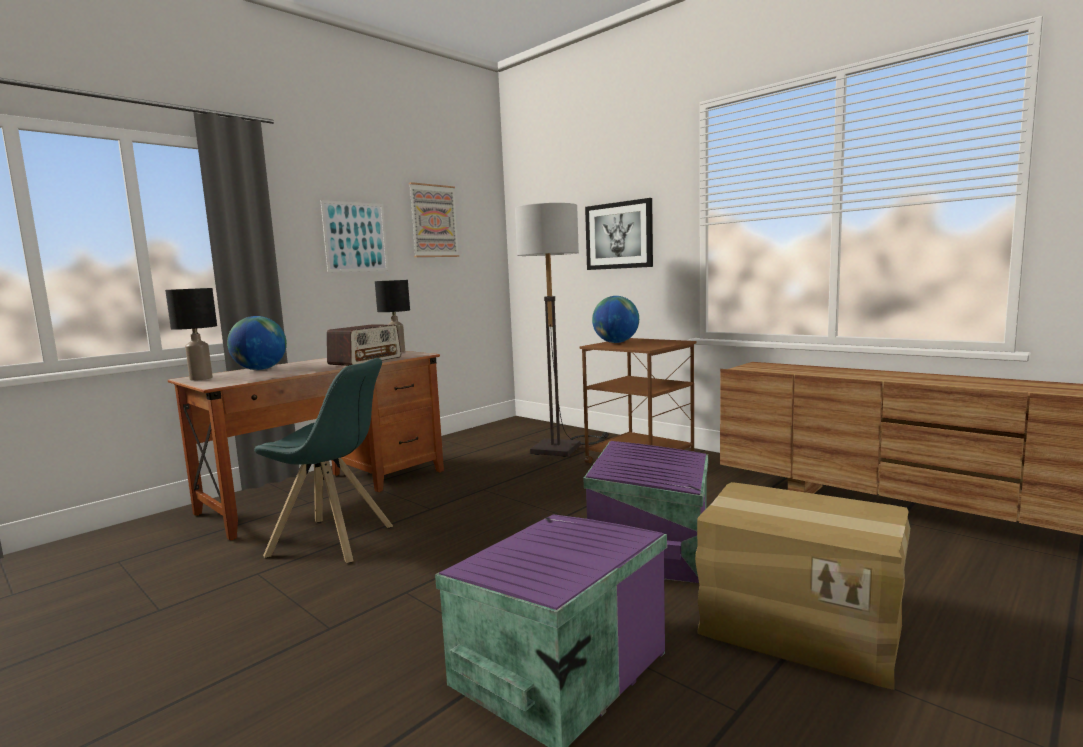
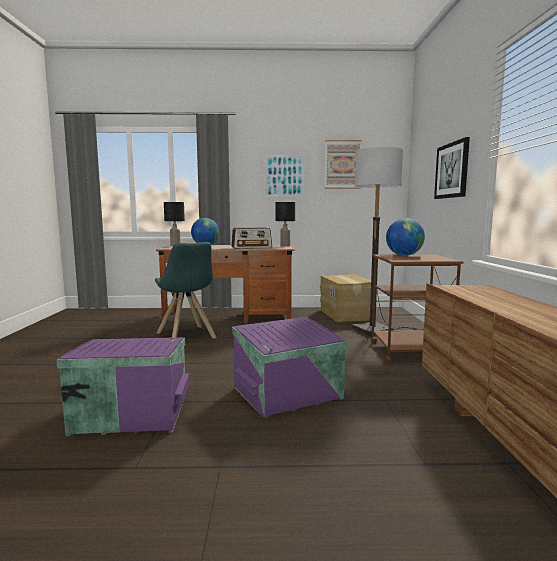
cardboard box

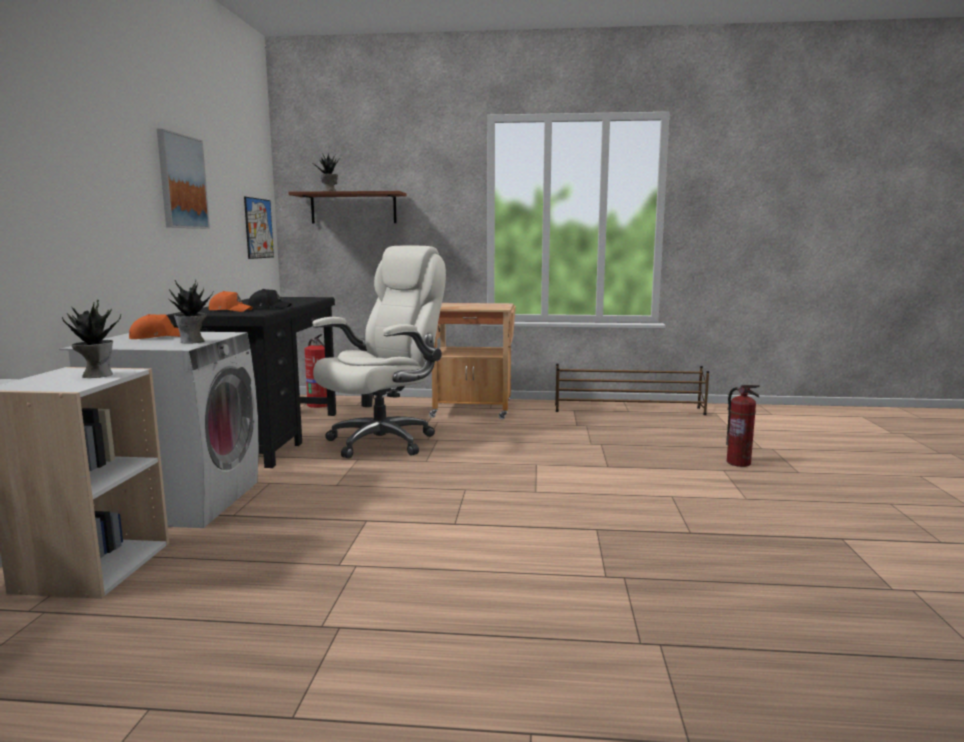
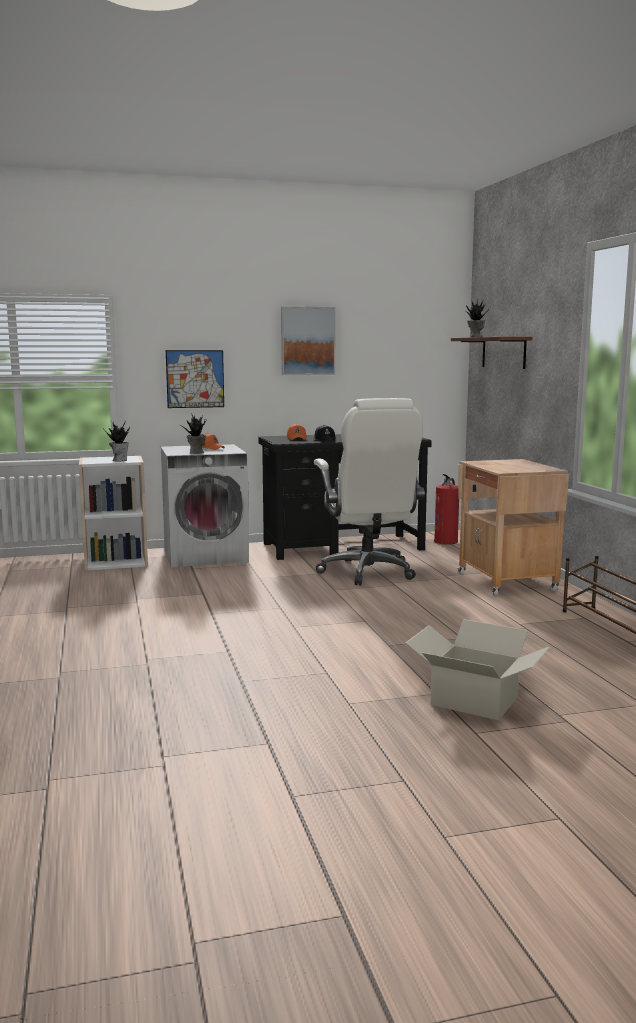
wall art (no. 1 from left)
desk chair/white
cardboard box

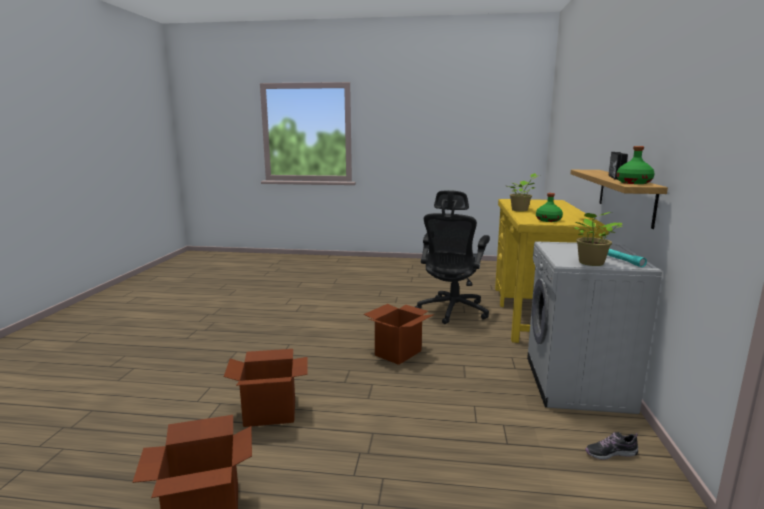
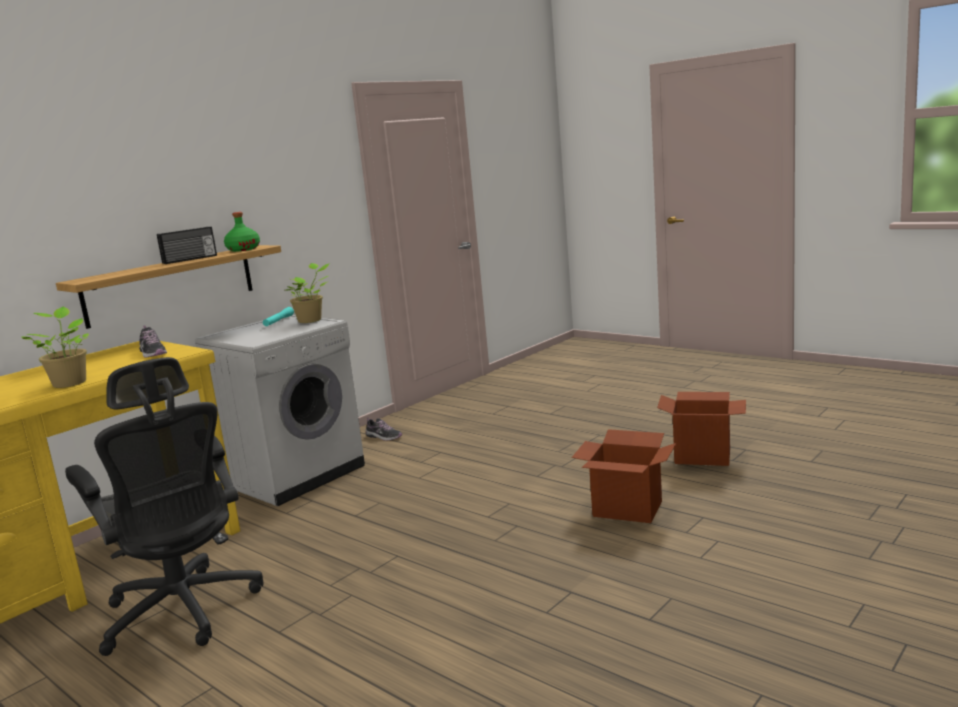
desk chair
item of footwear (no. 1 from left)
cardboard box (no. 3 from left in the first image)

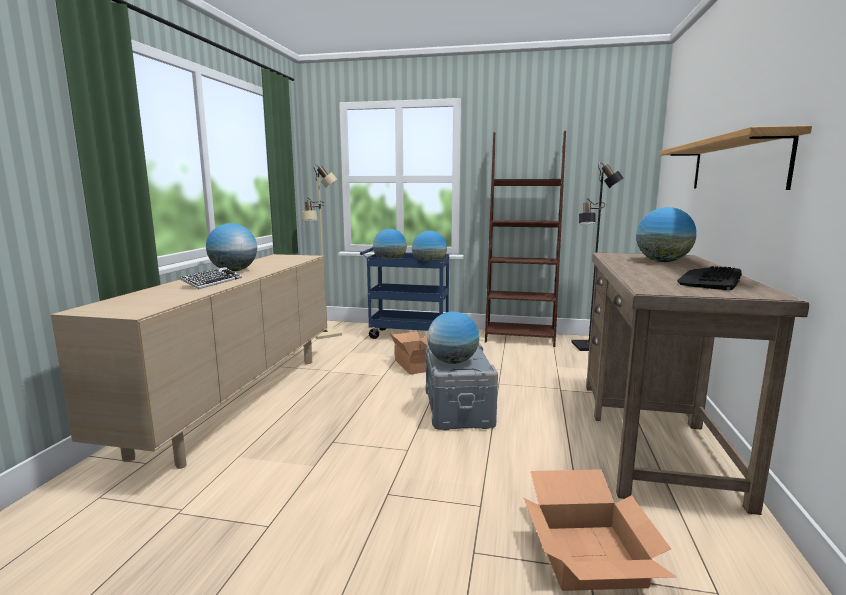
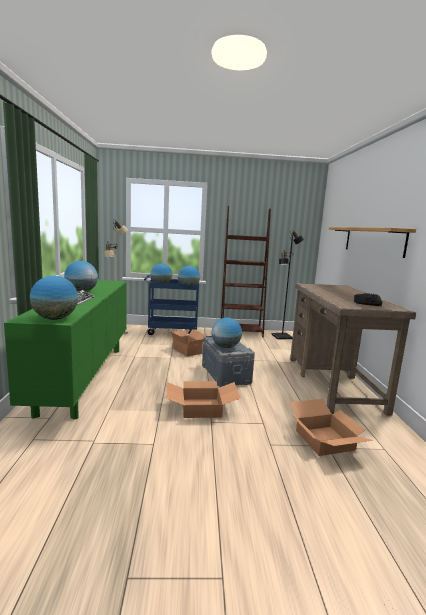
globe (no. 1 from left)
cupboard/green-coloured
cardboard box (no. 2 from left)

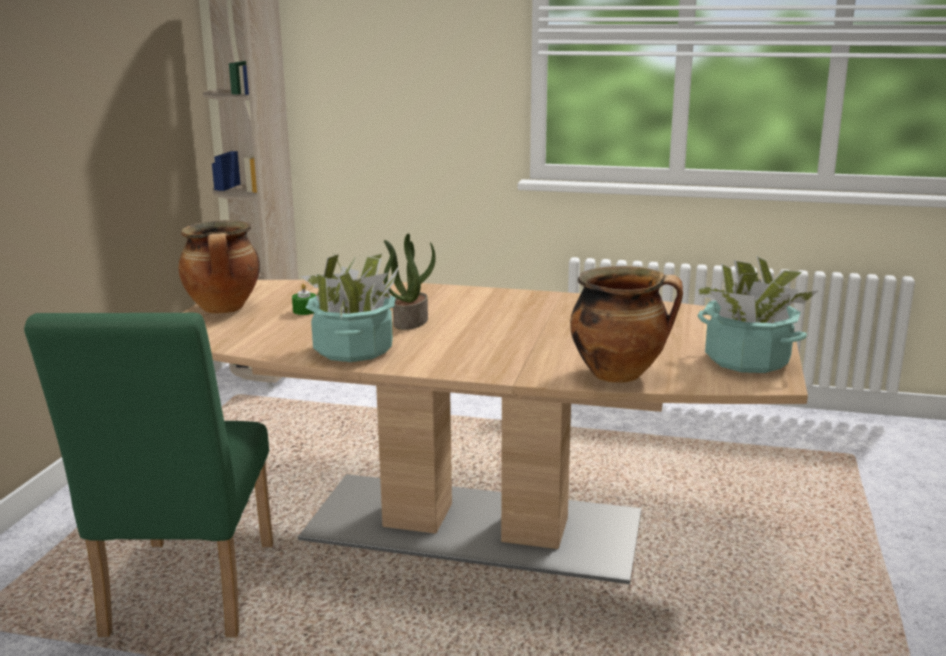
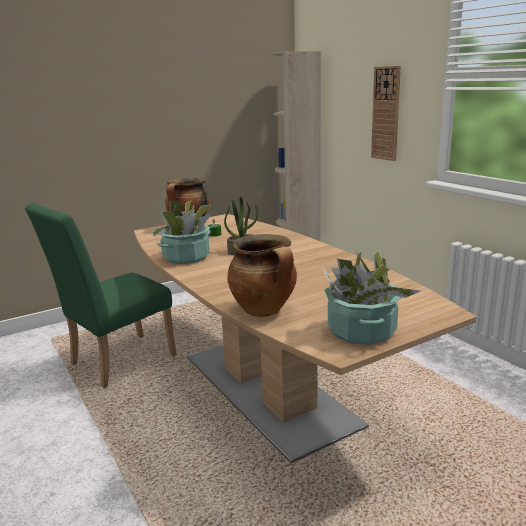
hanging clock

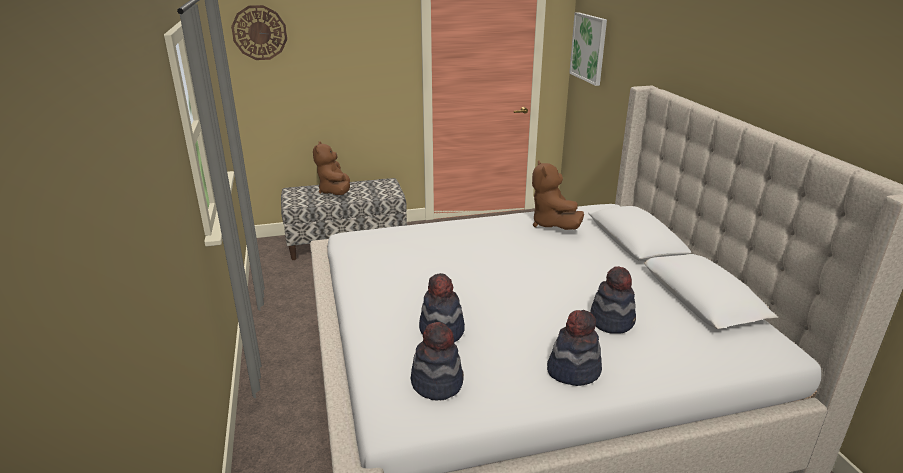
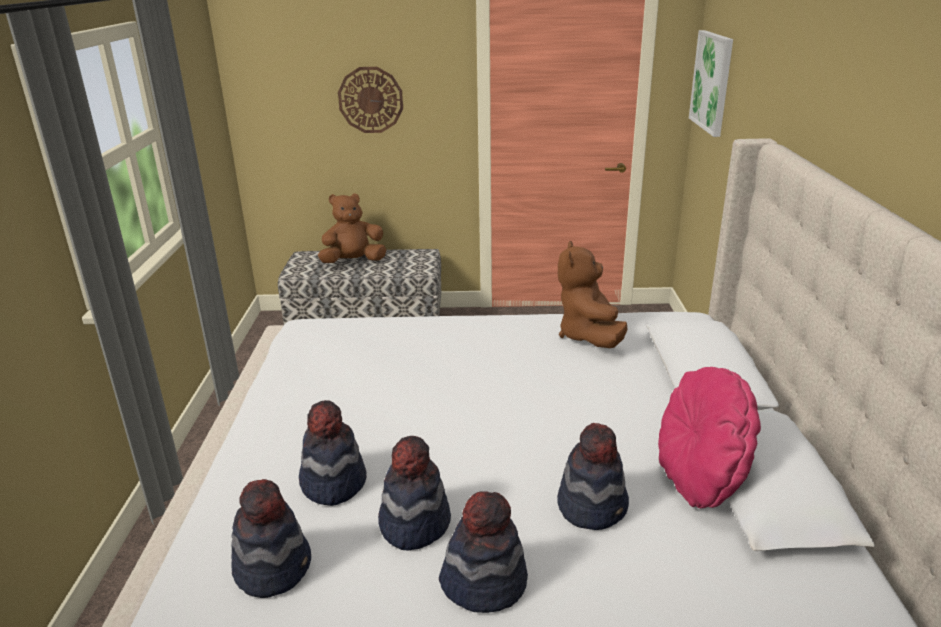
hanging clock
cuddly toy/brownish (no. 1 from left)
pillow/pink
hat (no. 3 from left)

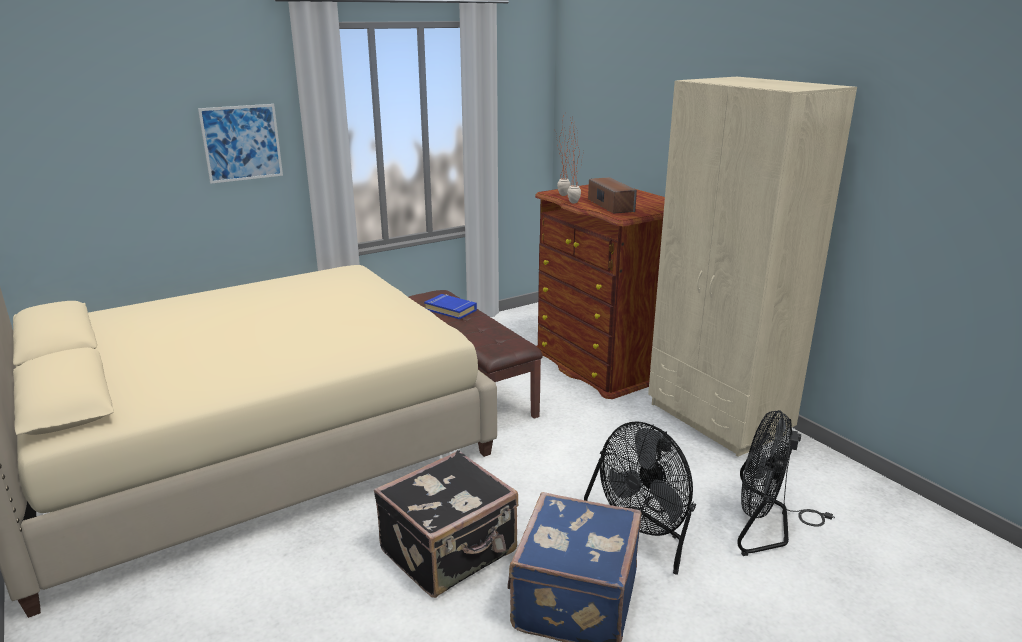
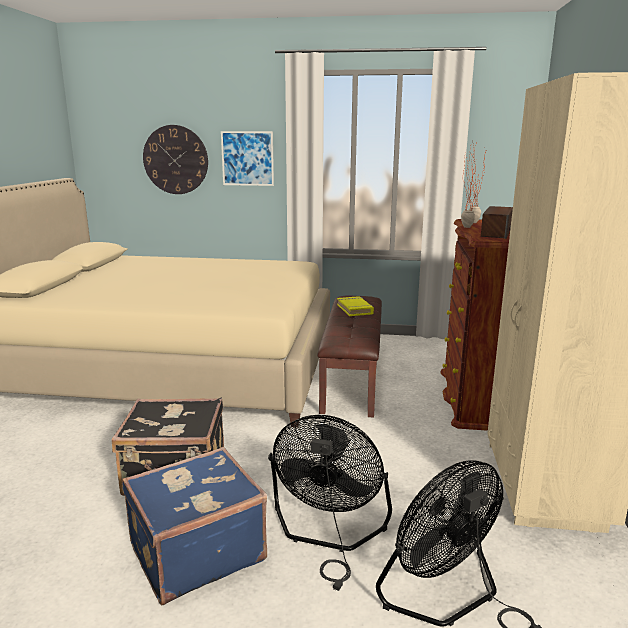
volume/yellow-coloured
cooling fan/black-coloured (no. 1 from left)
hanging clock

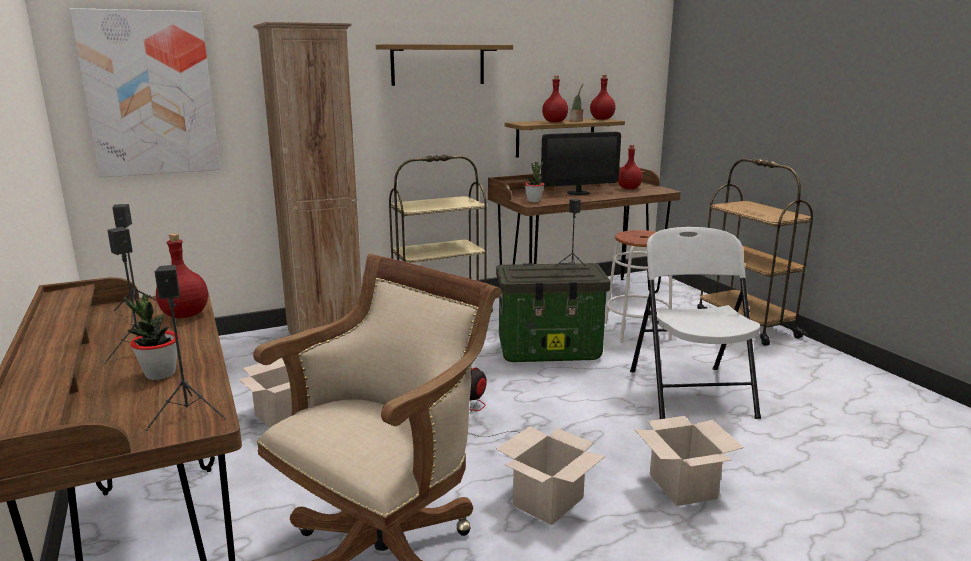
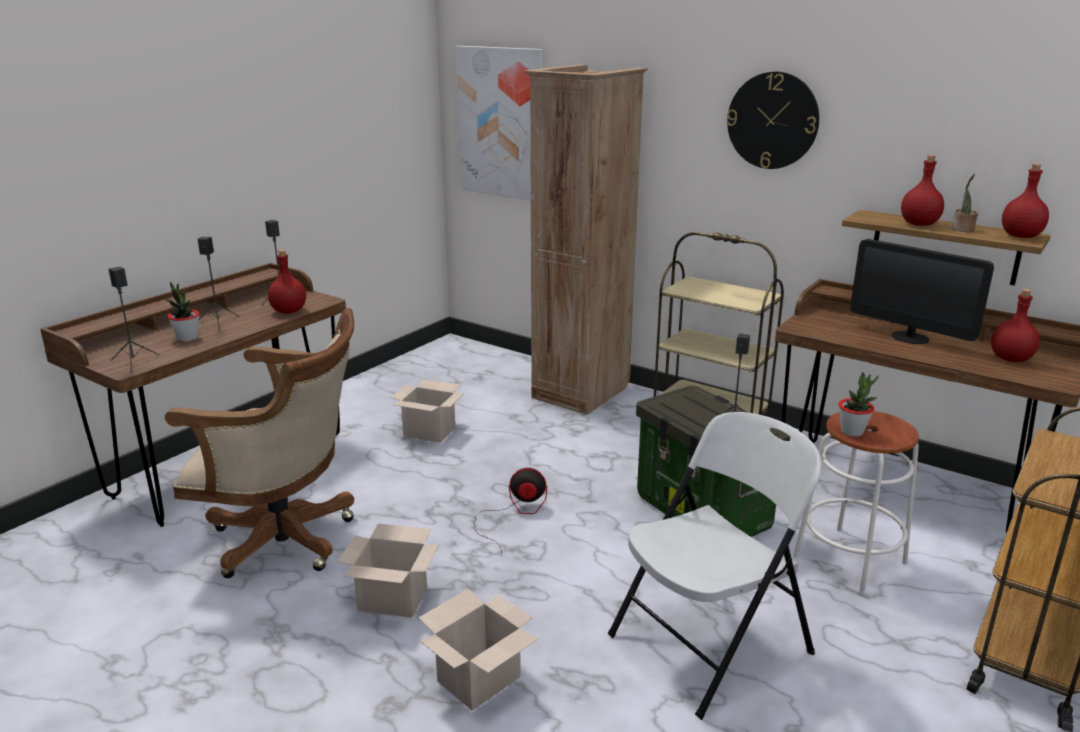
hanging clock
plant in a pot (no. 2 from left)

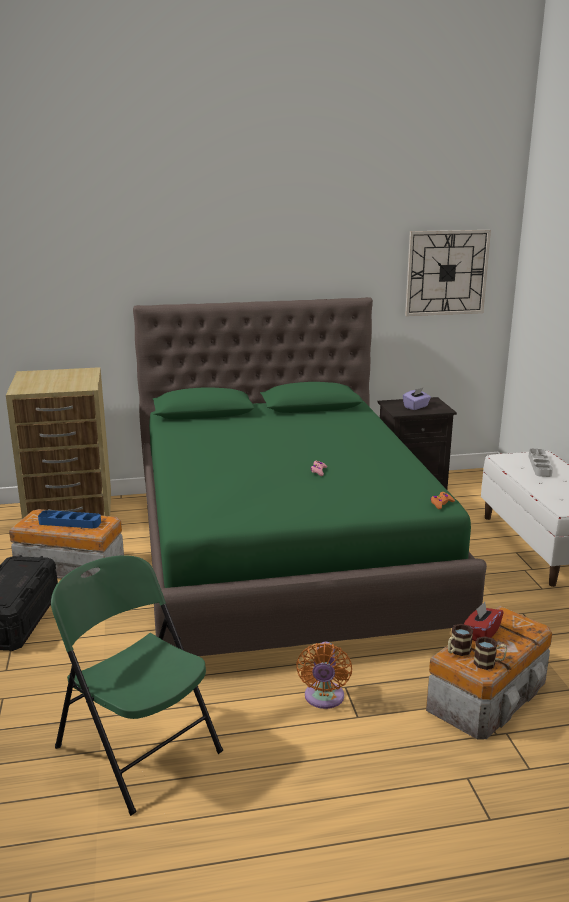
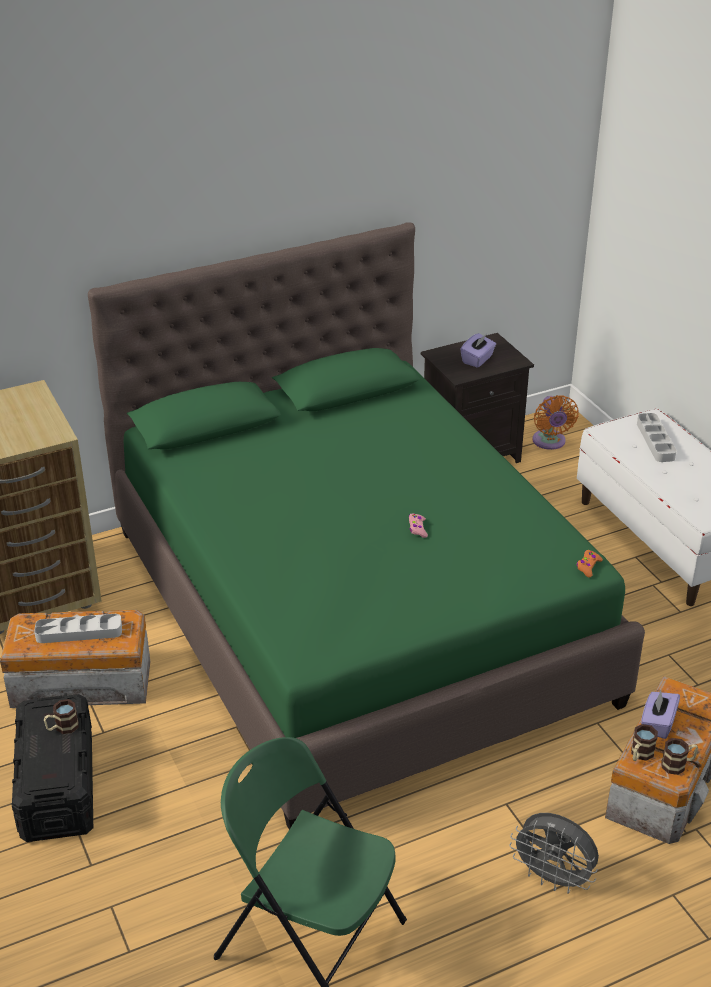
hanging clock
carrying tray/grey (no. 1 from left)
tissue holder/purple (no. 2 from left)
cooling fan/orangey
mug (no. 1 from left)
cooling fan/grey

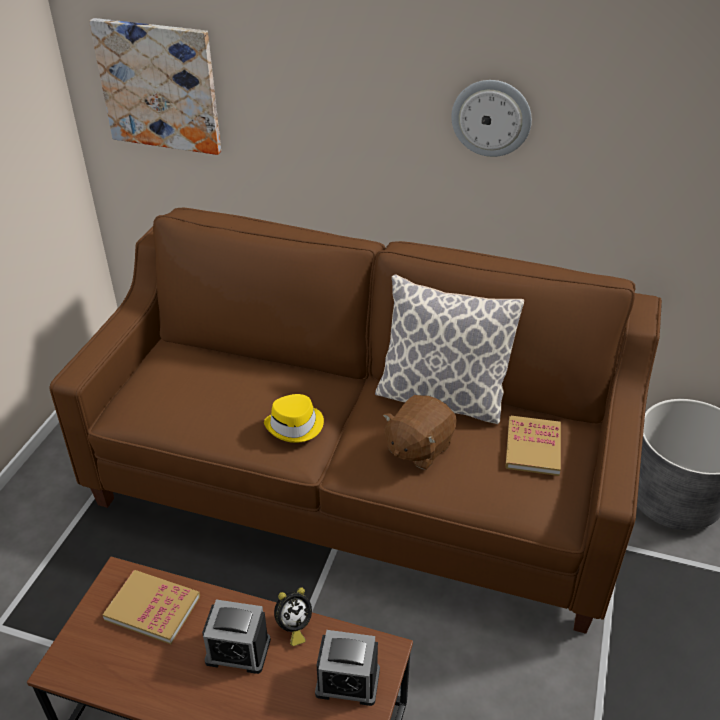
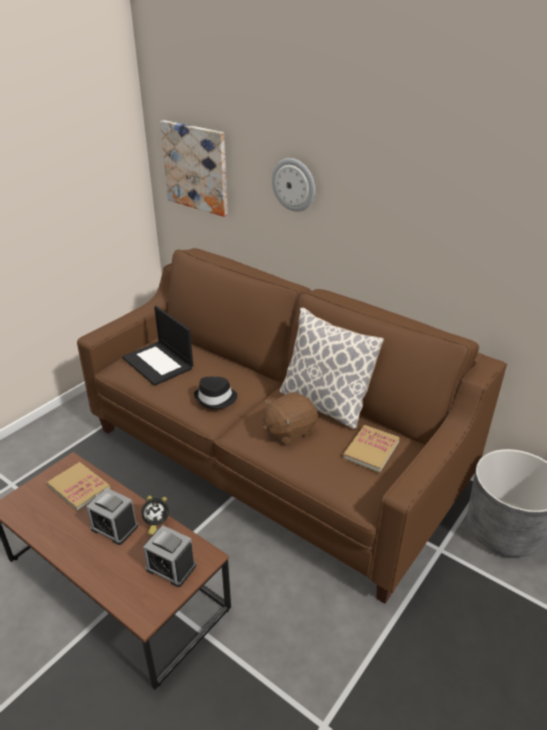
hanging clock
hat/black-coloured
laptop

